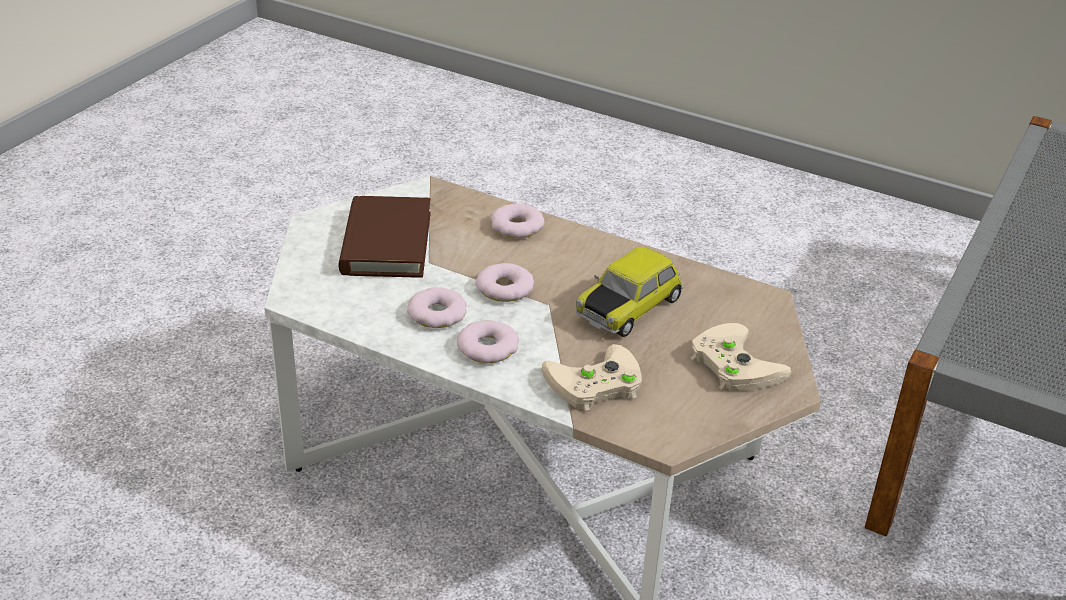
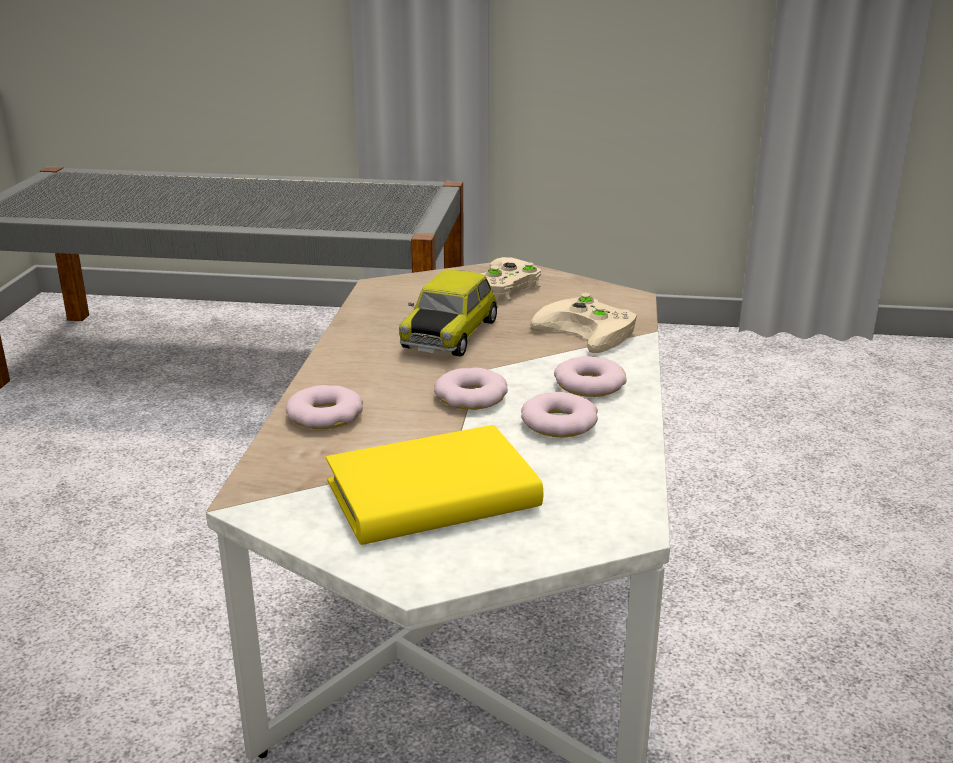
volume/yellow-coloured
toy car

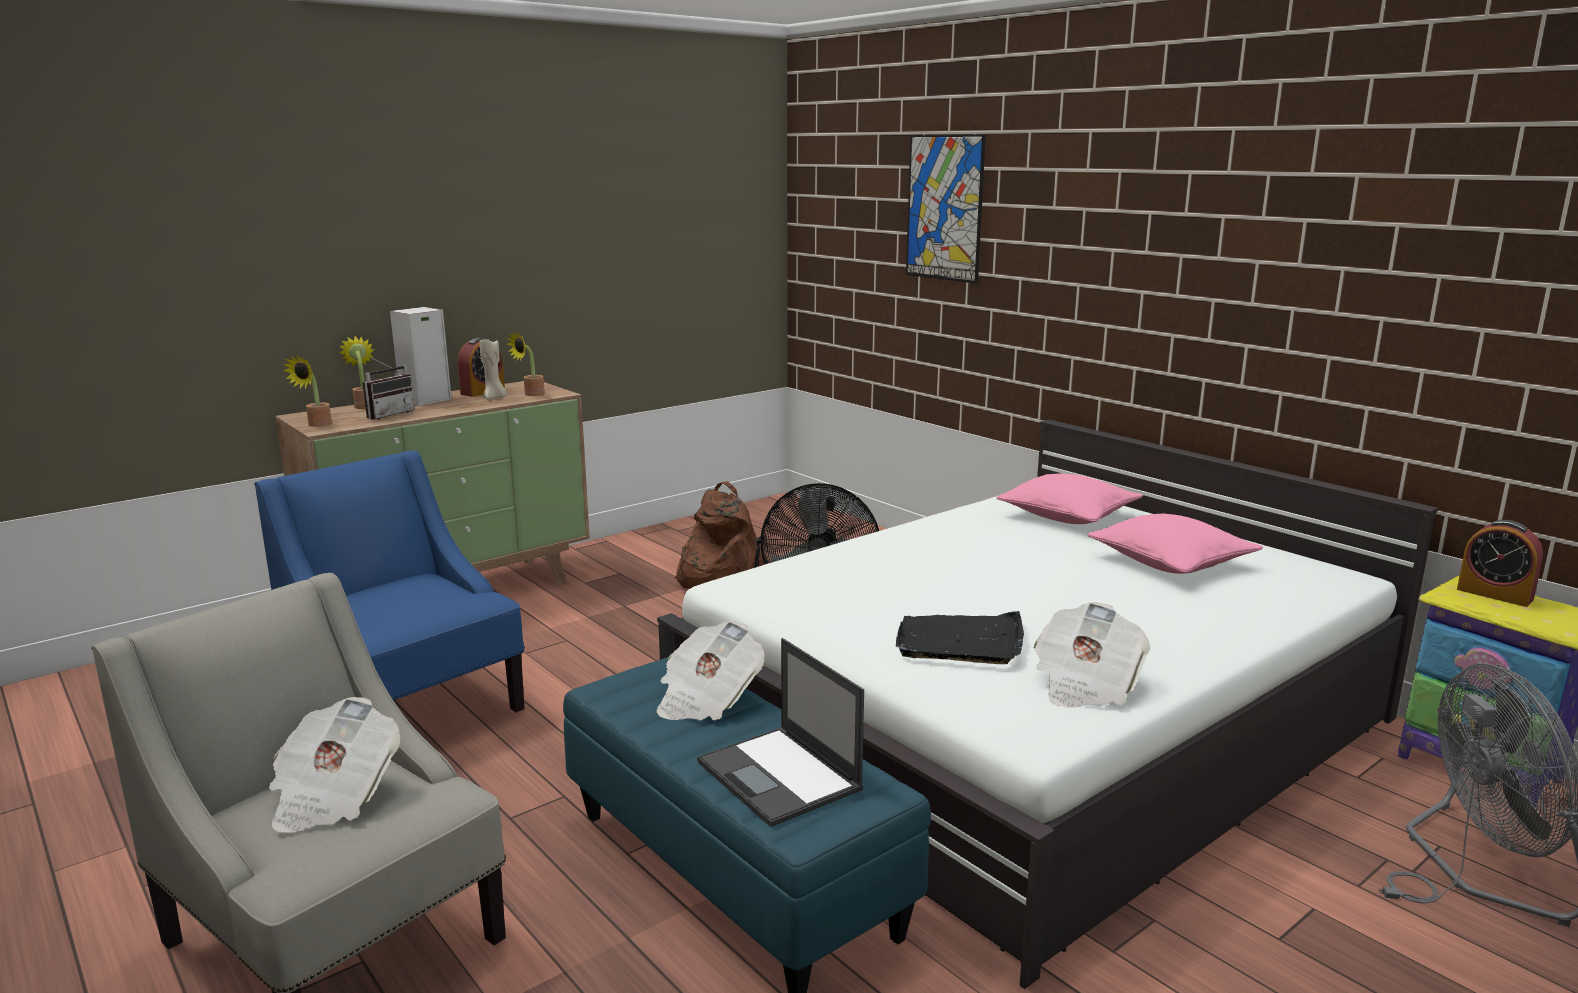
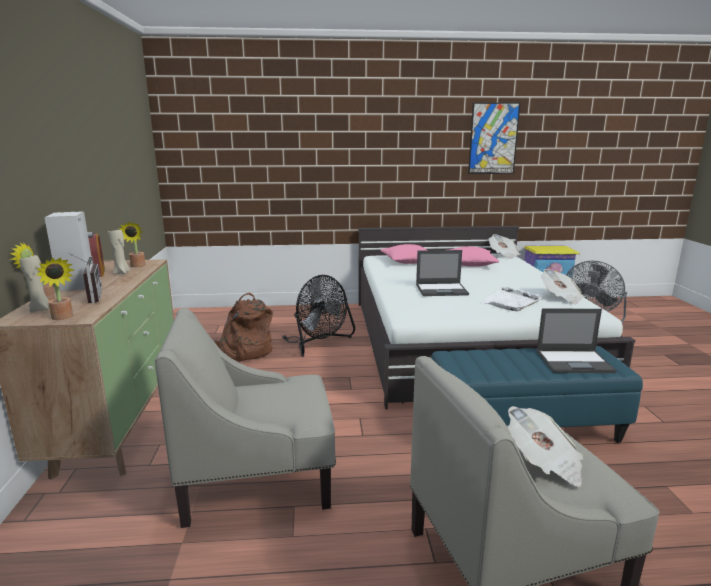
wall art
armchair/grey (no. 1 from left)
alarm clock (no. 2 from left in the first image)
carrying tray/white
daily paper (no. 1 from left)
laptop (no. 1 from left)
wax light/sand-coloured (no. 1 from left)

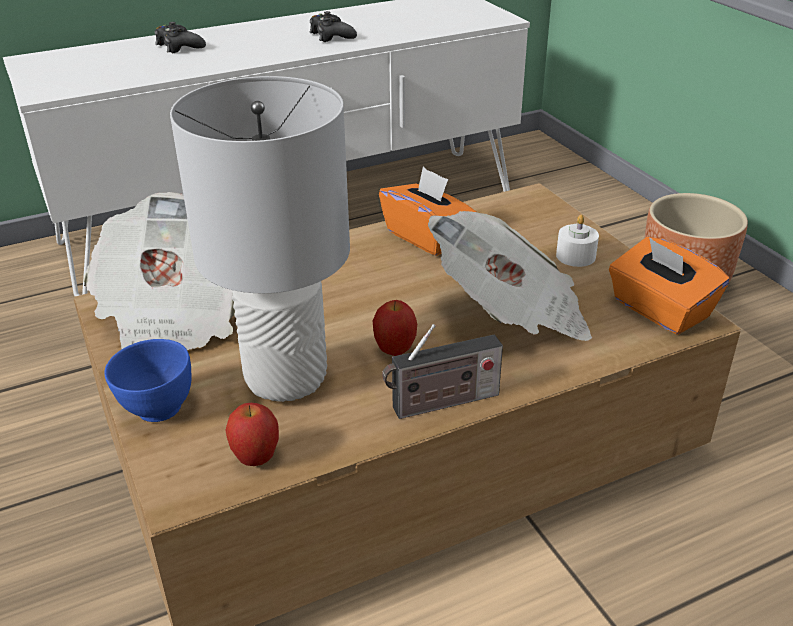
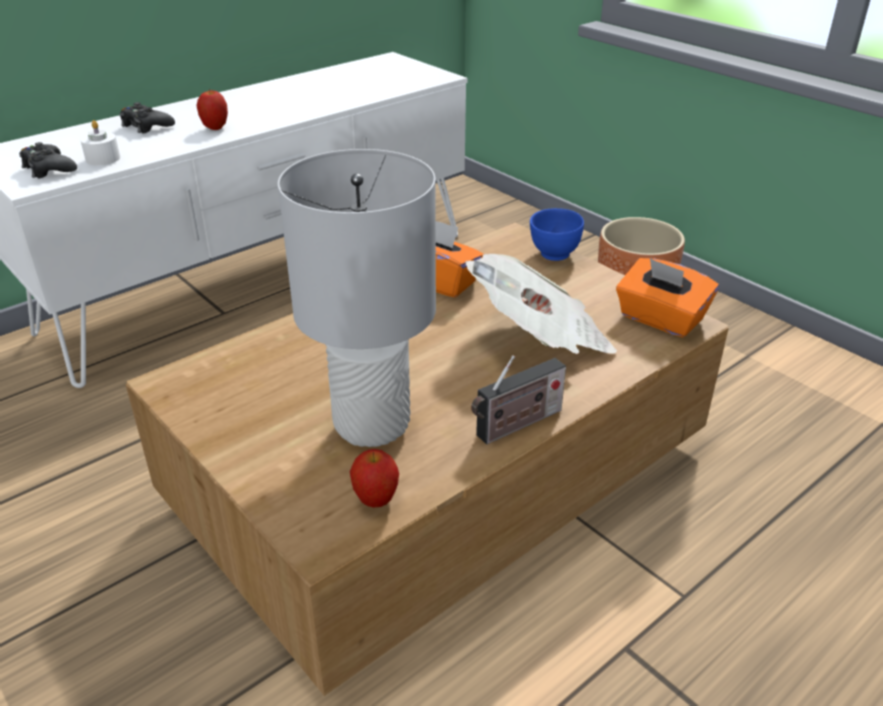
joypad/black-coloured (no. 1 from left)
daily paper (no. 1 from left in the first image)
wax light/white
whole apple (no. 1 from left)
deep dish/blue

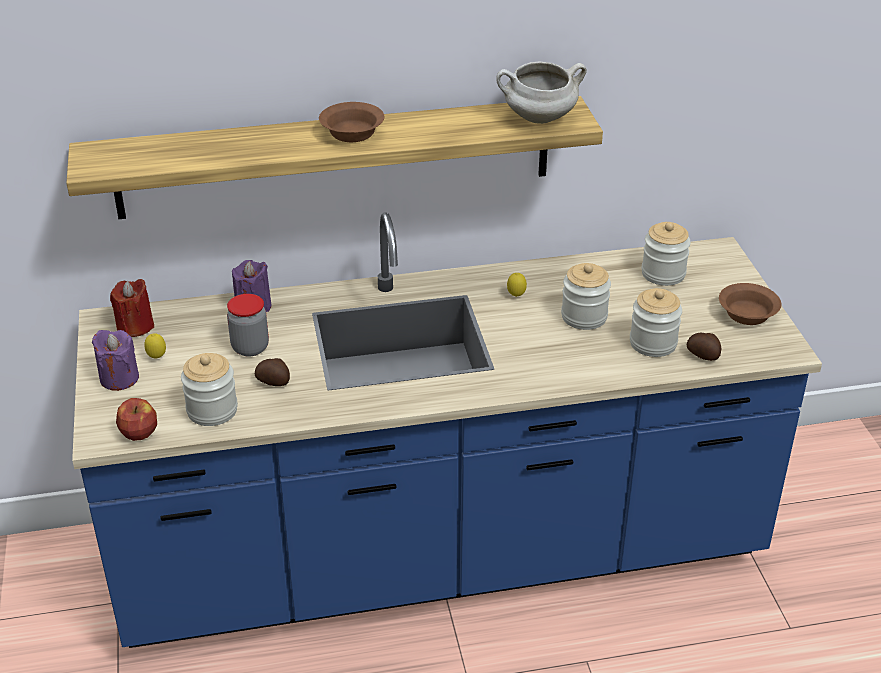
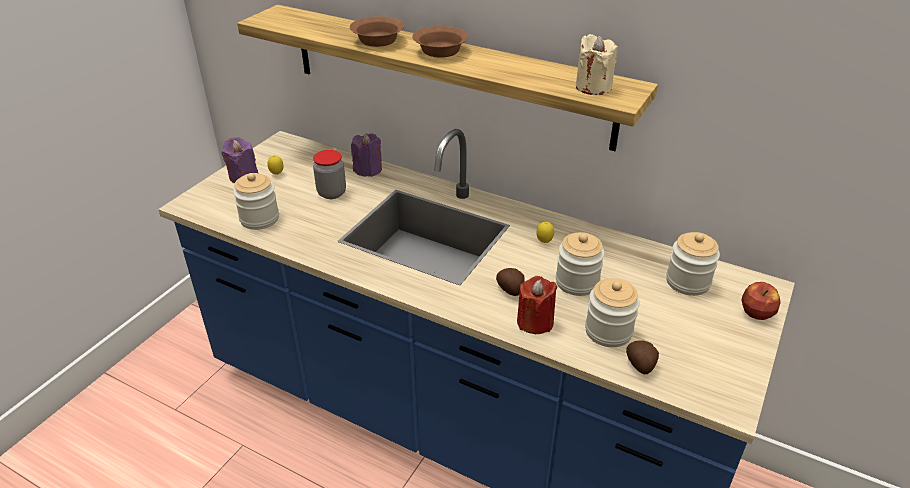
wax light/sand-coloured
wax light/red-coloured
deep dish/brownish (no. 1 from left)
potato (no. 1 from left)
whole apple

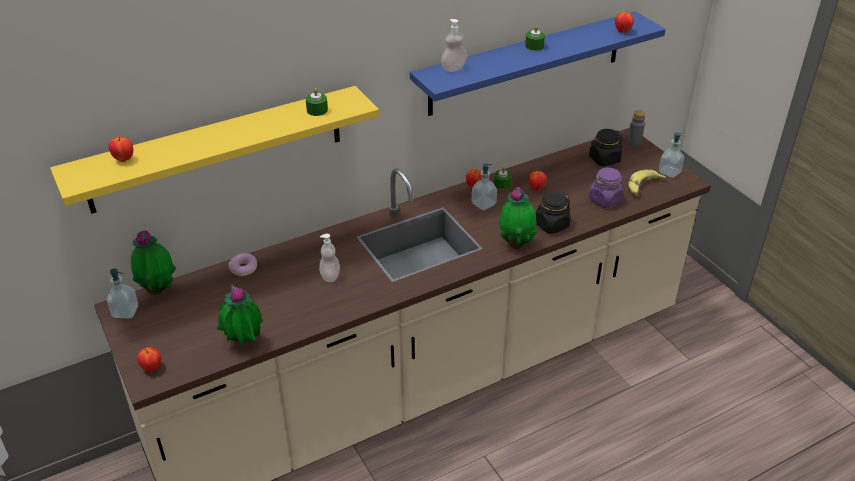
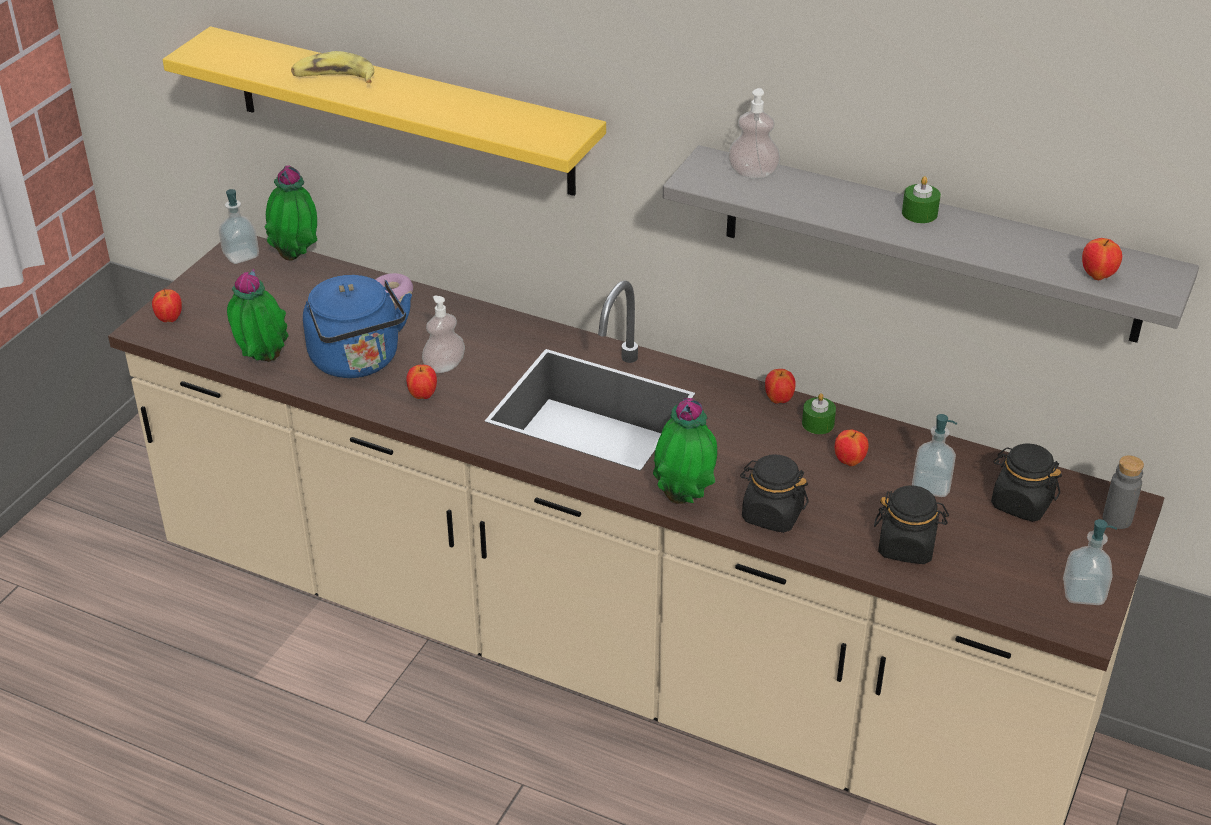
wall shelf/grey
wax light/green-coloured (no. 1 from left in the first image)
whole apple (no. 2 from left)
soap dispenser (no. 4 from left)
preserve jar/black-coloured (no. 2 from left)
banana
water kettle/blue

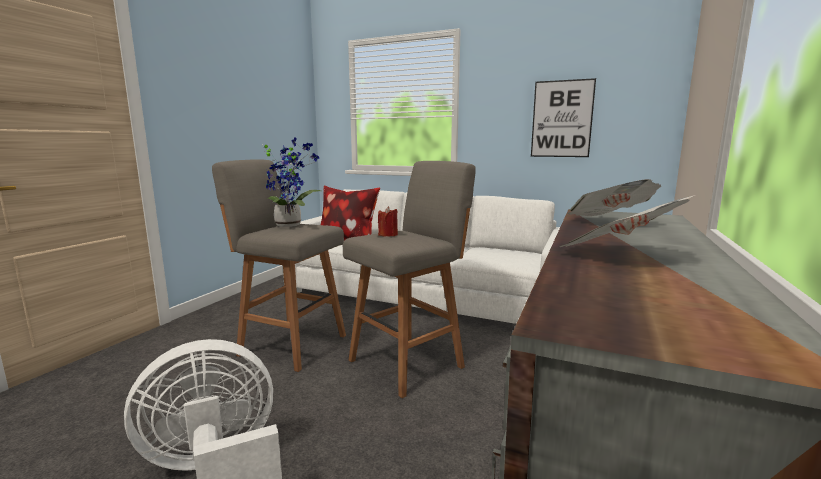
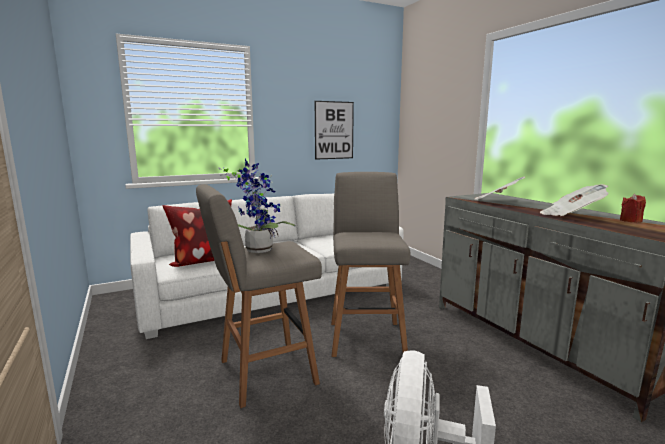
wax light/red-coloured

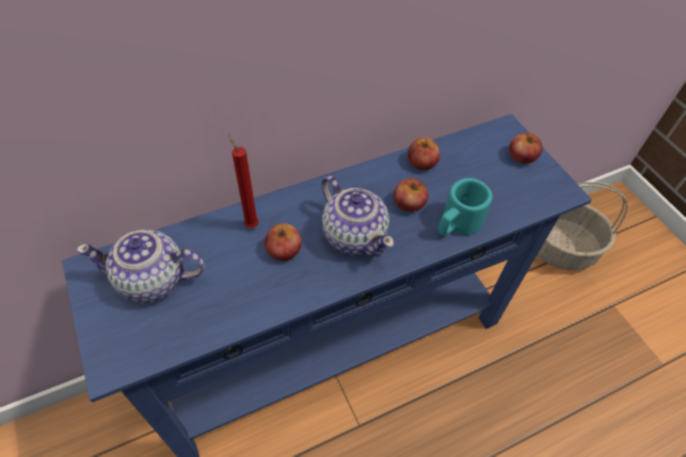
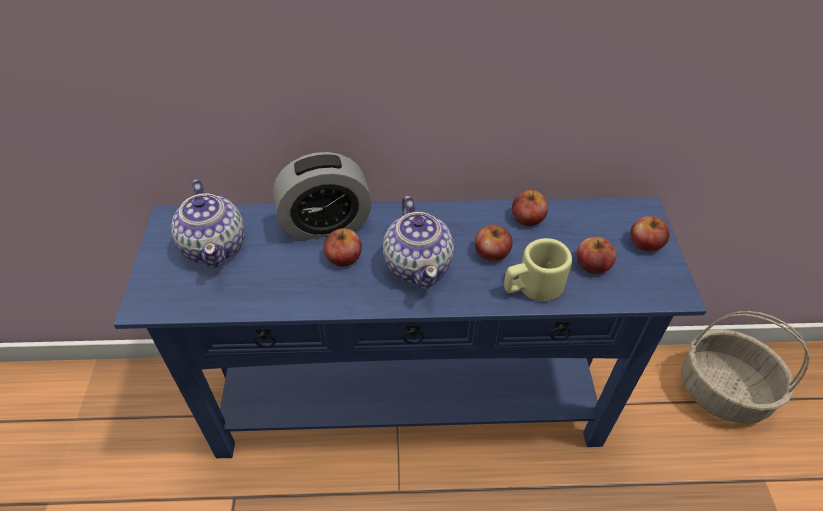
alarm clock
mug/sand-coloured
tea pot (no. 1 from left)
whole apple (no. 4 from left)

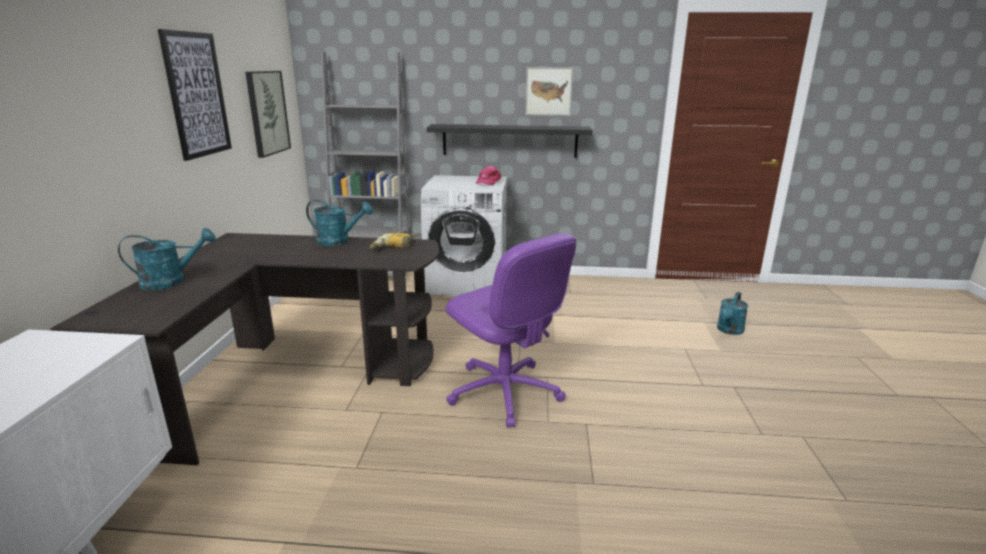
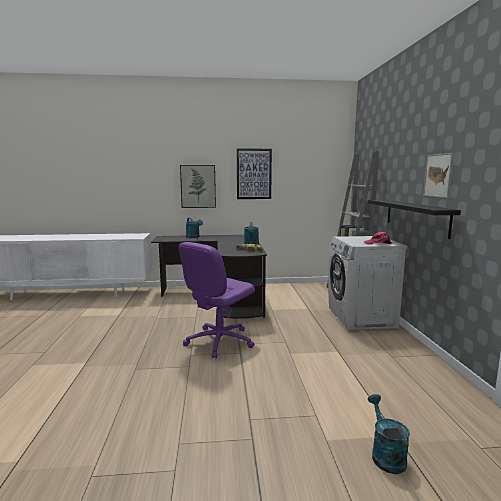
wall art (no. 1 from left)
watering pot/turquoise-coloured (no. 3 from left)

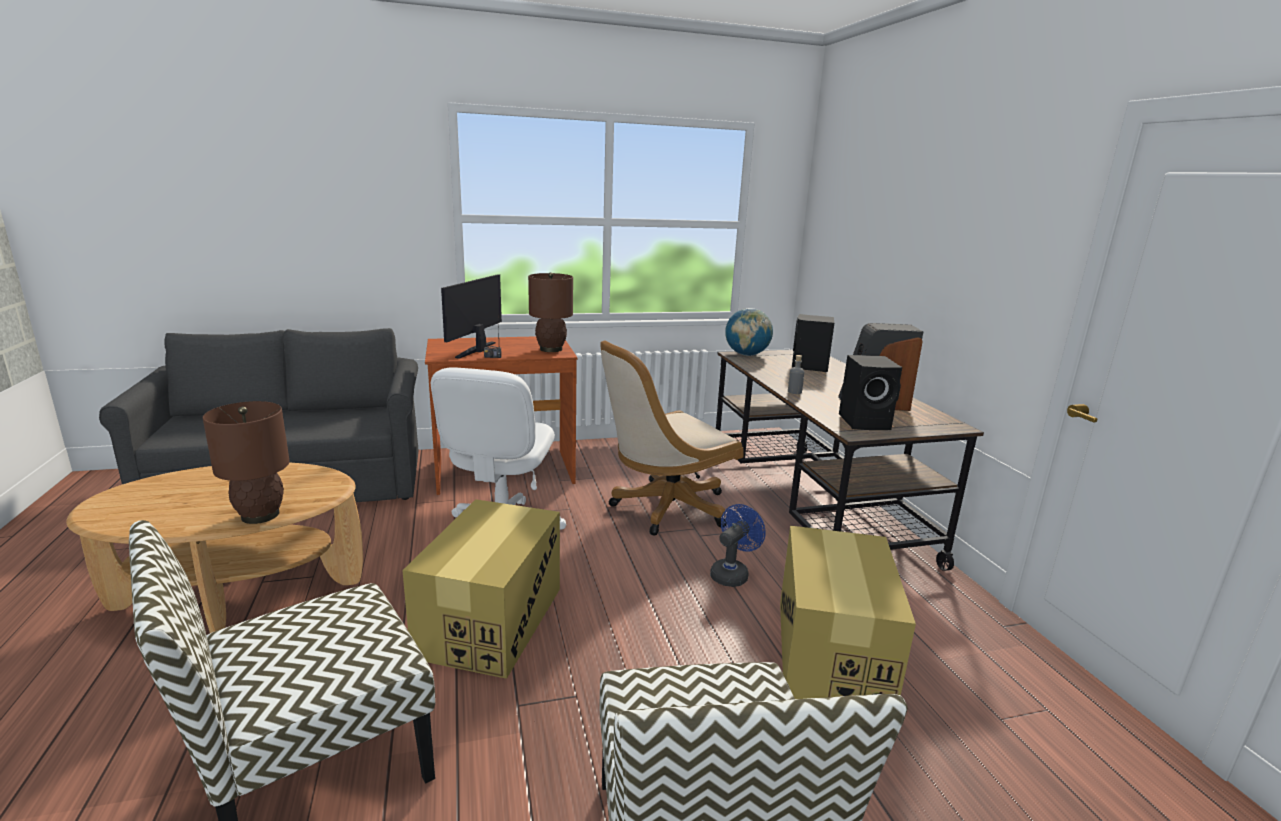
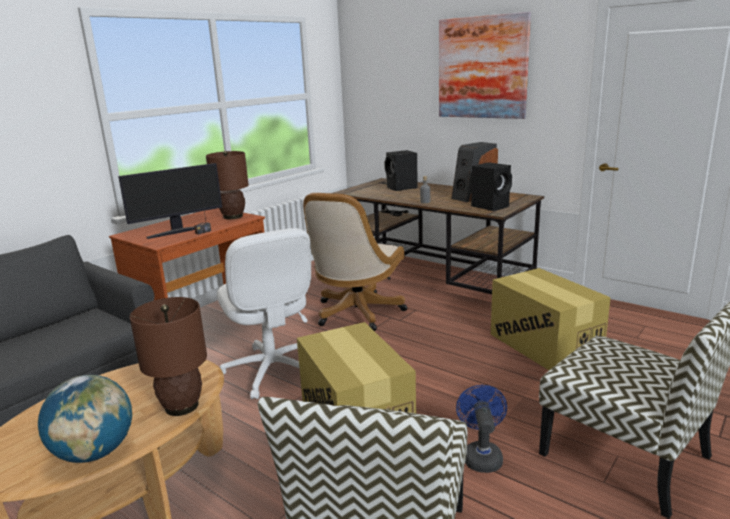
computer screen
globe
cooling fan/blue
wall art

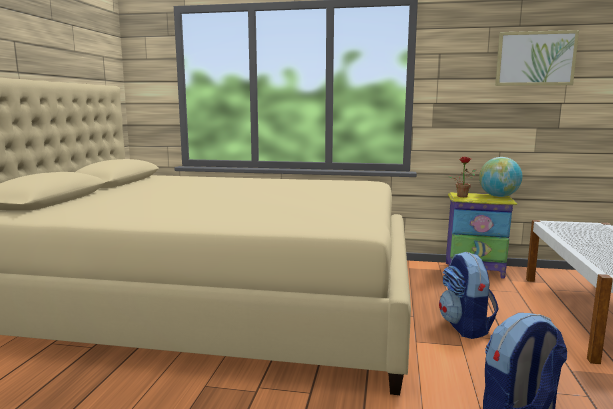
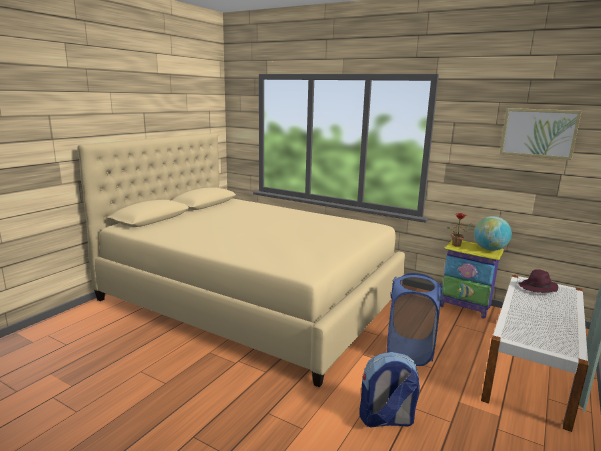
laundry basket/blue
hat/purple

